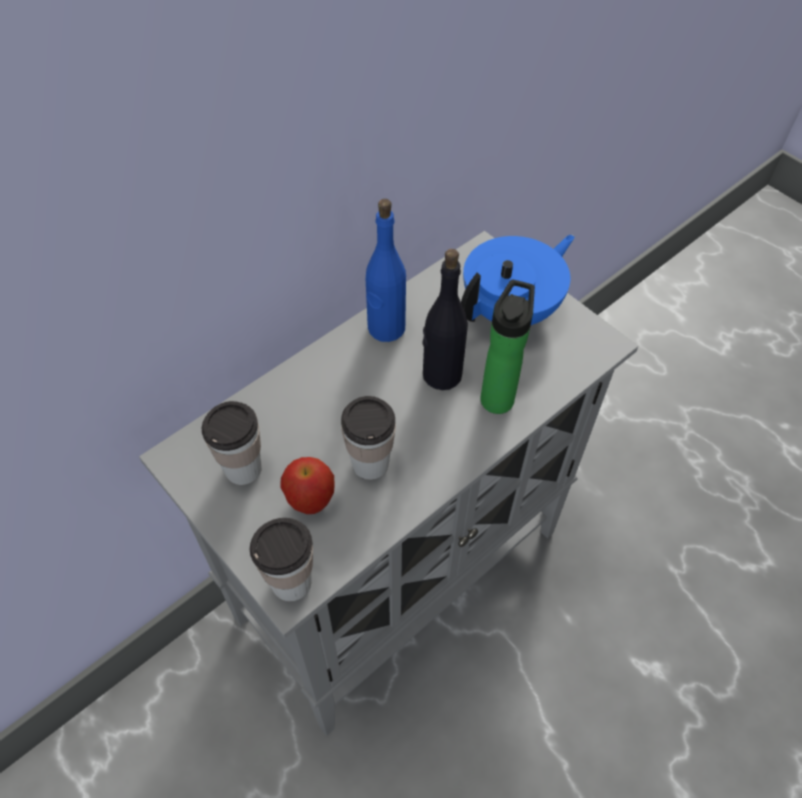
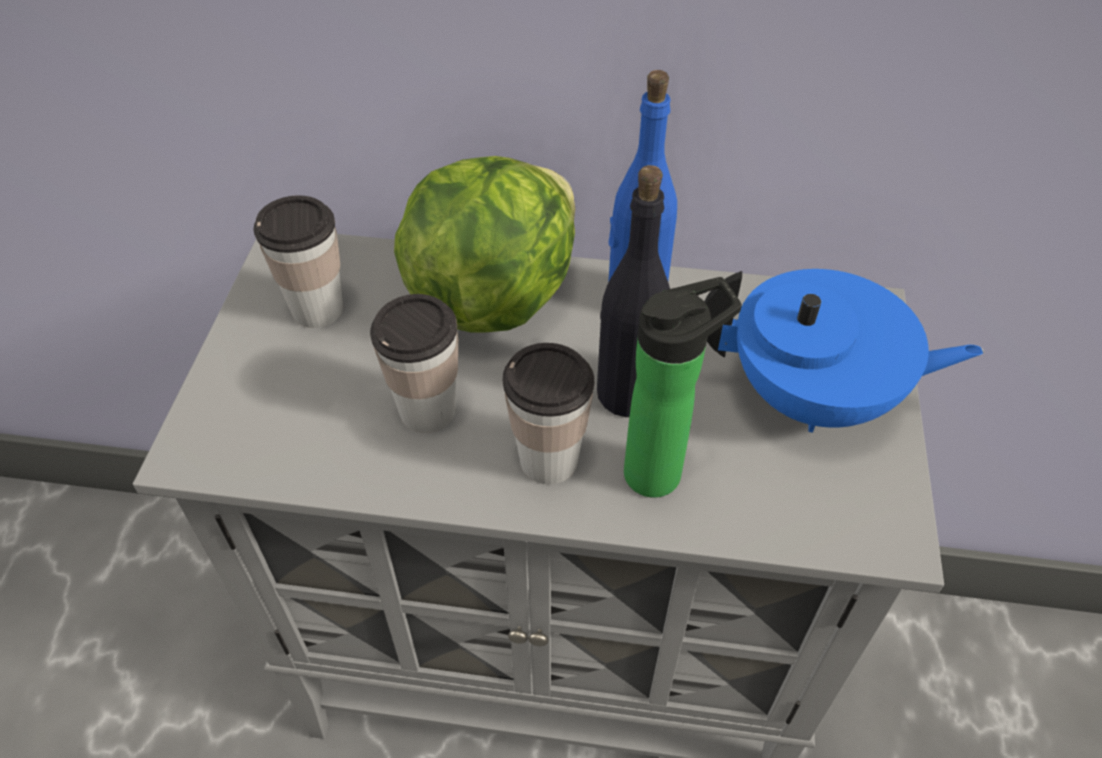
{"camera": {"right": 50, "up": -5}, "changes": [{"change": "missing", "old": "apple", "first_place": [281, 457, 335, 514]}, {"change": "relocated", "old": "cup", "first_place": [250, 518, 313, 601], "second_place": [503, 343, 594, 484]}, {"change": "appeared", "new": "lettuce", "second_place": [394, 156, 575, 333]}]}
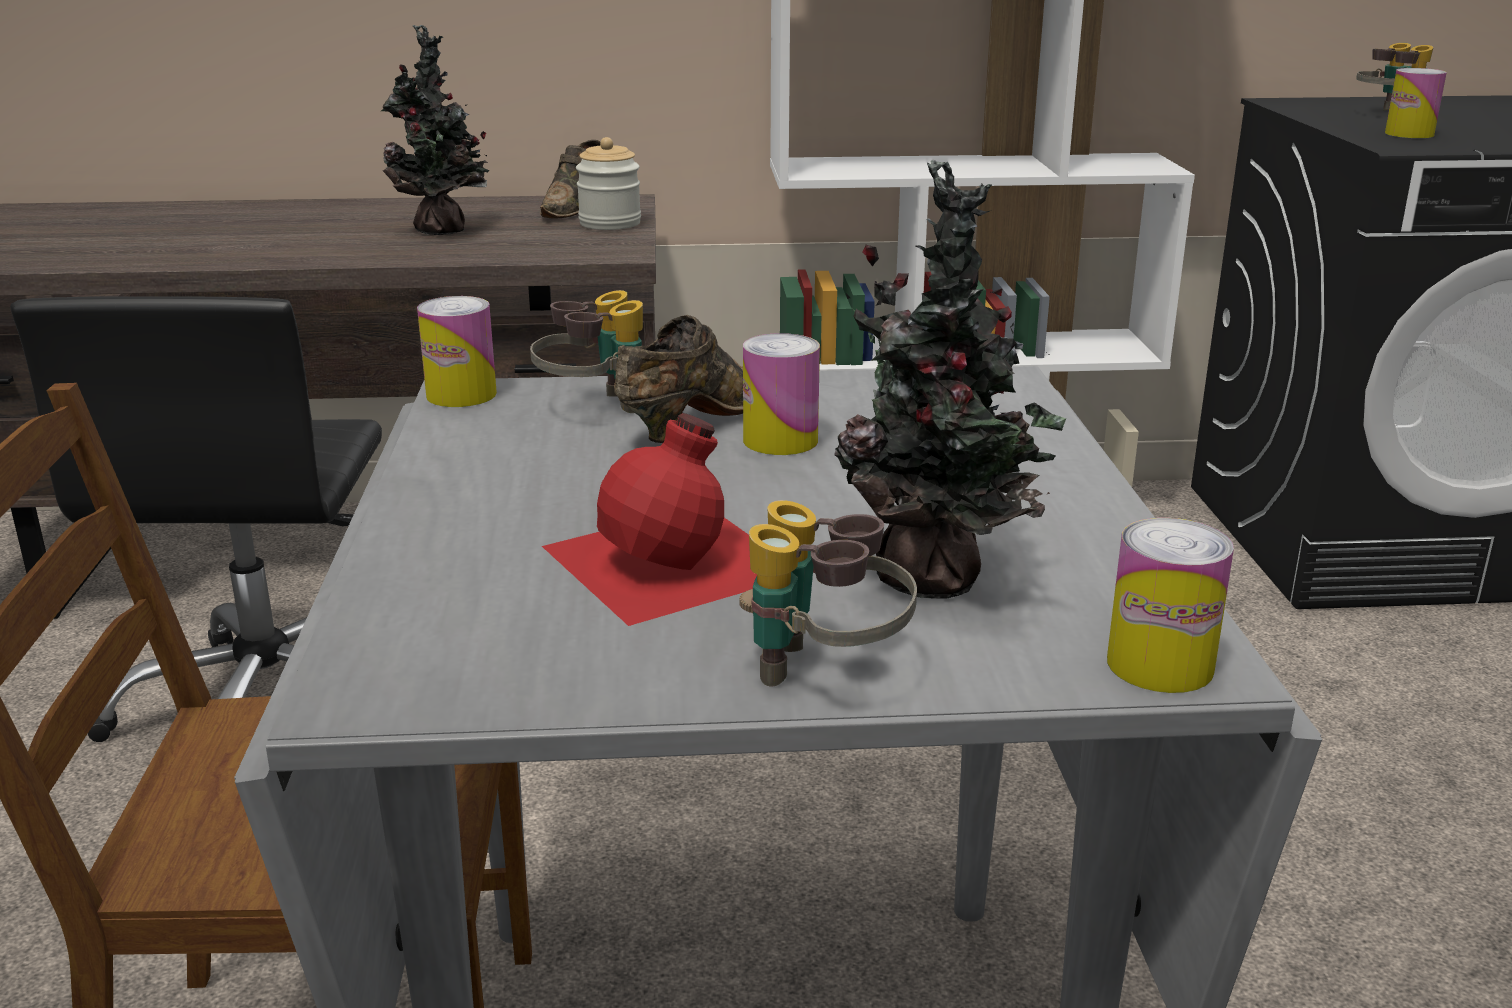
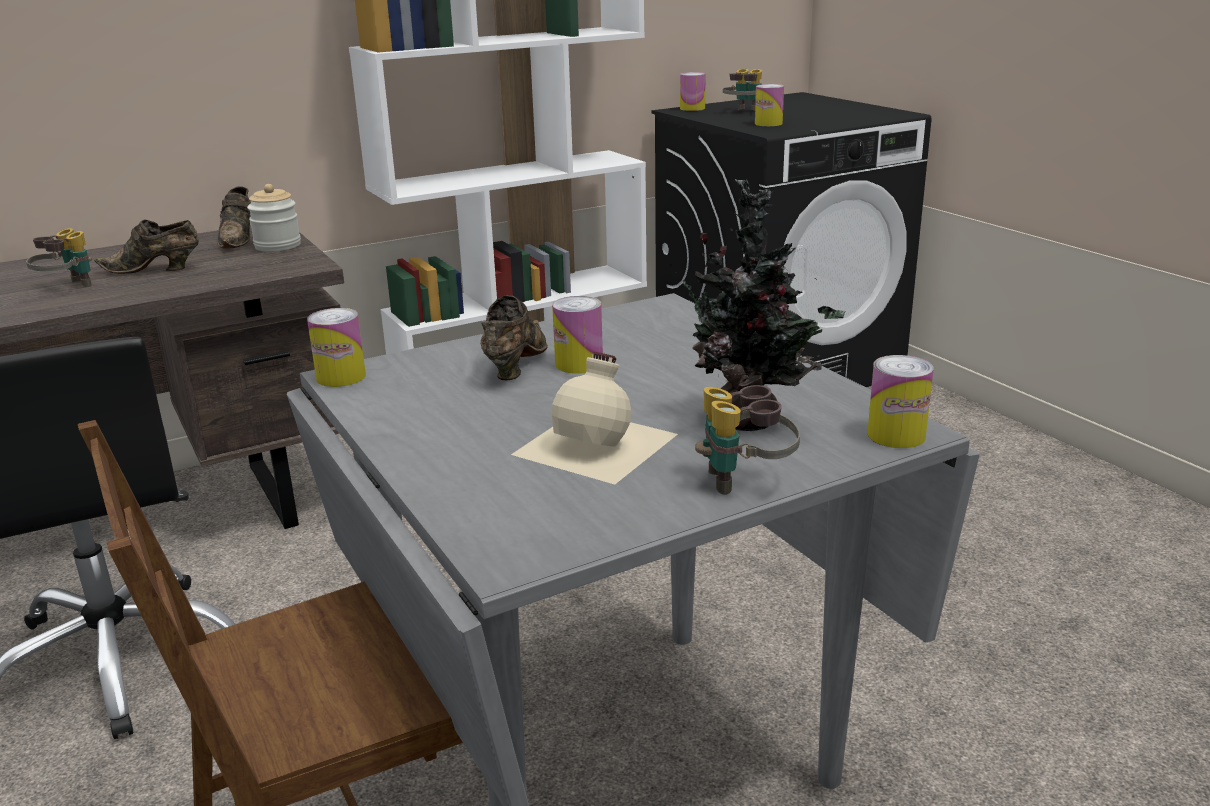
{"camera": {"right": -25, "up": 0}, "changes": [{"change": "exchanged", "old": "potted plant", "new": "brown shoe", "first_place": [381, 25, 490, 235], "second_place": [95, 220, 199, 274]}, {"change": "relocated", "old": "binoculars", "first_place": [530, 290, 643, 413], "second_place": [26, 228, 92, 287]}, {"change": "colour", "old": "red bottle", "new": "beige bottle", "first_place": [542, 413, 757, 626], "second_place": [511, 352, 678, 484]}, {"change": "appeared", "new": "can", "second_place": [680, 72, 706, 111]}]}
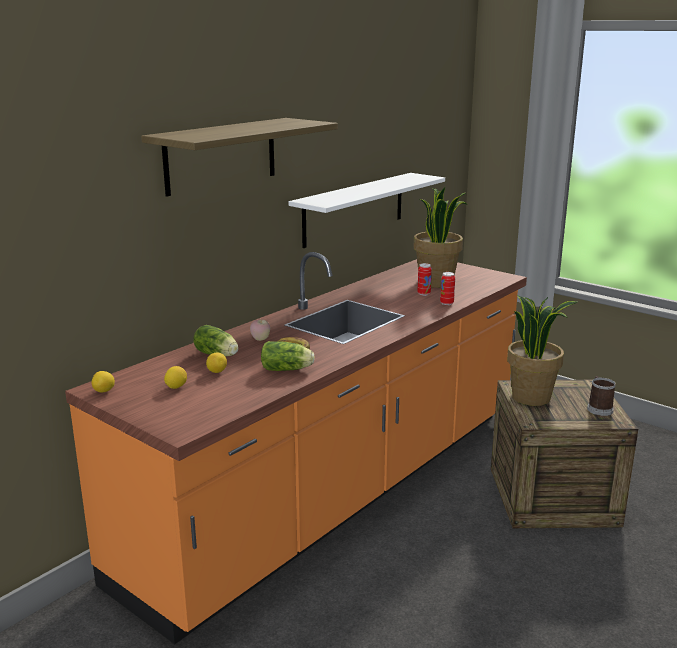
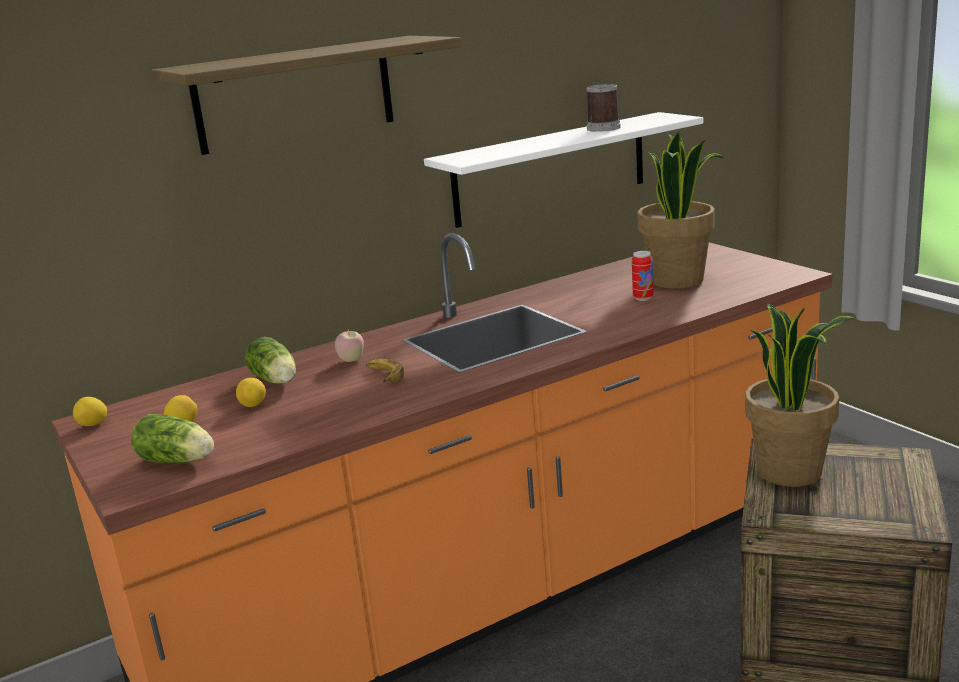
{"camera": {"right": 20, "up": 0}, "changes": [{"change": "missing", "old": "can", "first_place": [440, 272, 455, 305]}, {"change": "relocated", "old": "lettuce", "first_place": [261, 341, 315, 371], "second_place": [131, 414, 214, 463]}, {"change": "relocated", "old": "mug", "first_place": [587, 376, 616, 416], "second_place": [586, 84, 621, 132]}]}
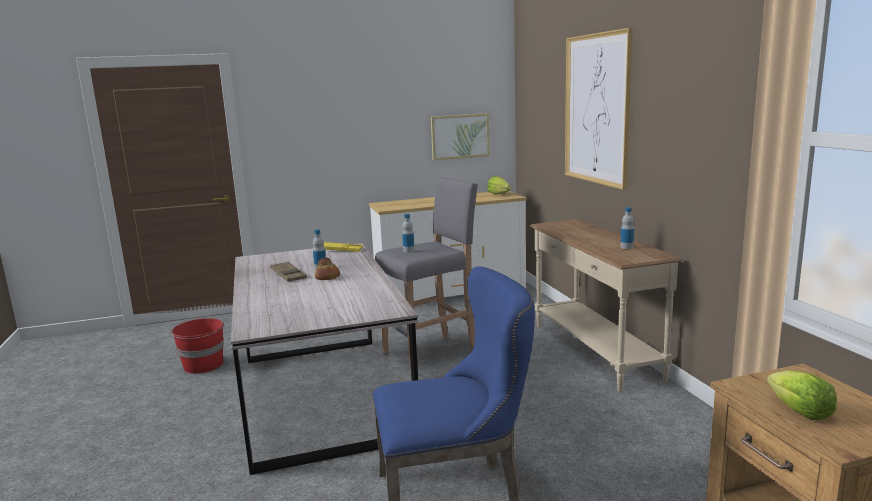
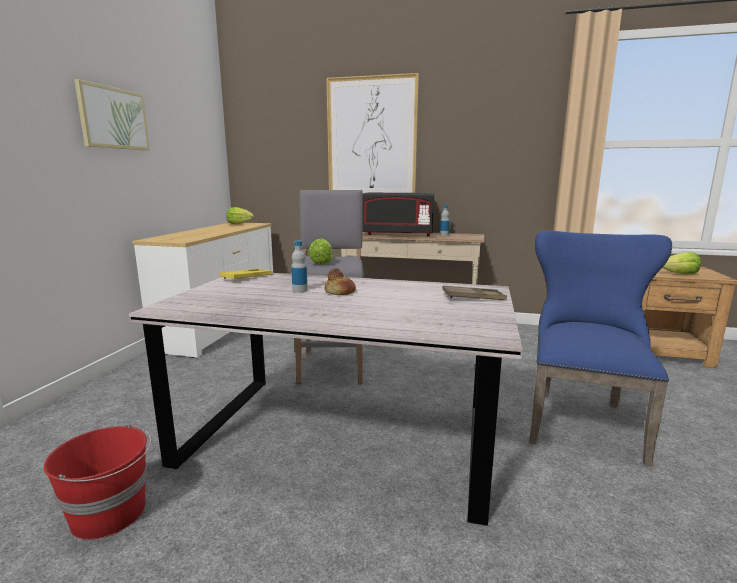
{"camera": {"right": -60, "up": 0}, "changes": [{"change": "relocated", "old": "picture", "first_place": [431, 113, 490, 161], "second_place": [74, 79, 150, 151]}, {"change": "exchanged", "old": "bottle", "new": "lettuce", "first_place": [402, 214, 415, 253], "second_place": [308, 238, 333, 265]}, {"change": "relocated", "old": "brown tray", "first_place": [270, 262, 307, 282], "second_place": [442, 285, 507, 300]}, {"change": "appeared", "new": "black microwave", "second_place": [363, 193, 434, 236]}]}
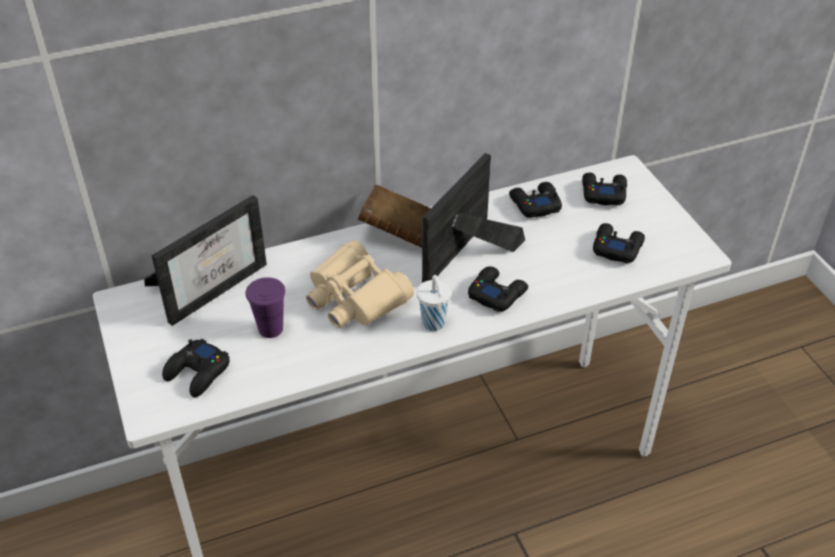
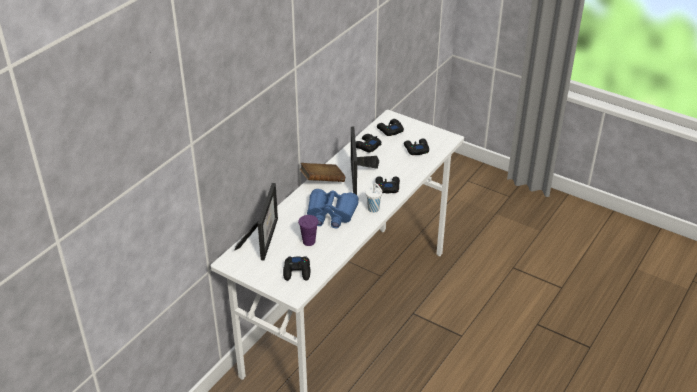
{"camera": {"right": -35, "up": -5}, "changes": [{"change": "colour", "old": "beige binoculars", "new": "blue binoculars", "first_place": [306, 240, 414, 328], "second_place": [307, 189, 359, 228]}]}
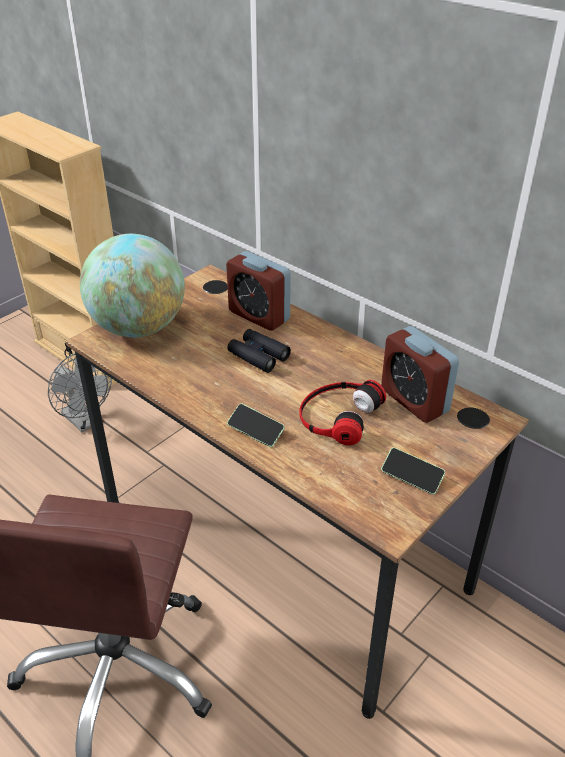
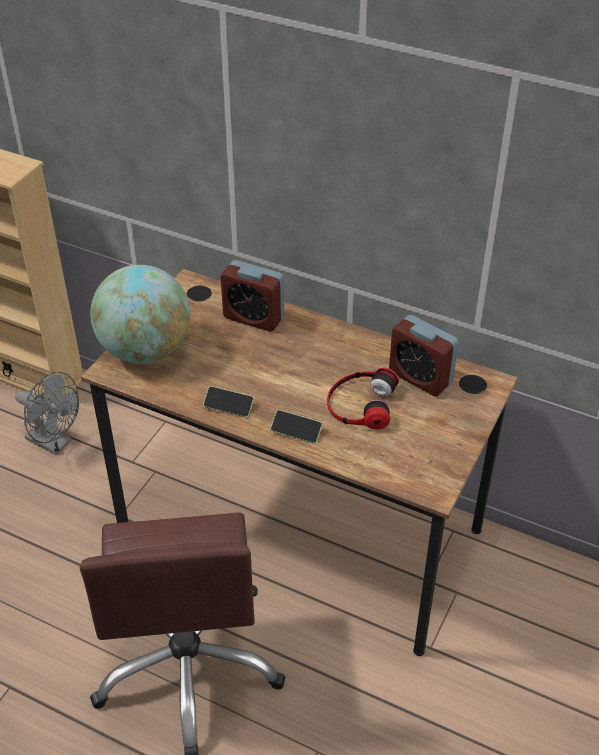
{"camera": {"right": -15, "up": 5}, "changes": [{"change": "missing", "old": "black binoculars", "first_place": [227, 329, 291, 373]}, {"change": "relocated", "old": "phone", "first_place": [381, 448, 445, 495], "second_place": [203, 386, 254, 418]}]}
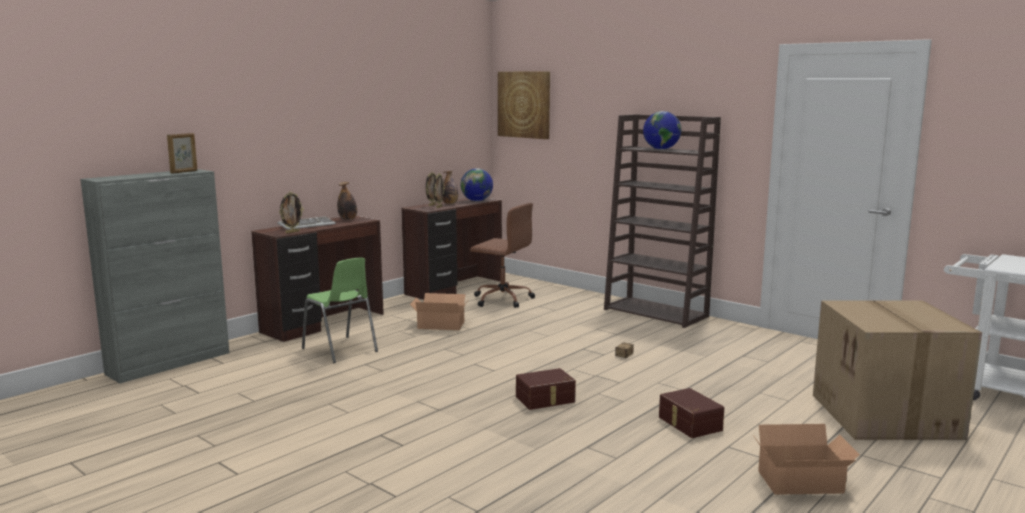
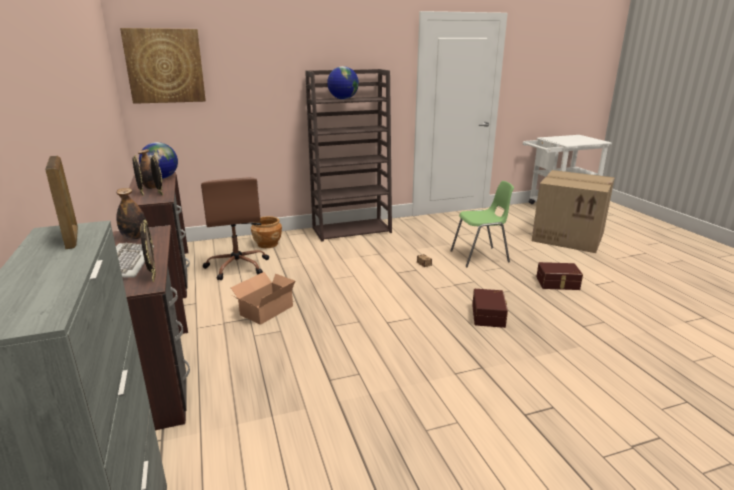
{"camera": {"right": -60, "up": 10}, "changes": [{"change": "spun", "old": "brown office chair", "first_place": [470, 203, 535, 308], "second_place": [201, 177, 269, 280], "degrees": 105}, {"change": "relocated", "old": "green chair", "first_place": [302, 258, 378, 363], "second_place": [450, 181, 514, 267]}, {"change": "missing", "old": "cardboard box", "first_place": [753, 424, 860, 495]}, {"change": "appeared", "new": "brown planter", "second_place": [251, 216, 282, 248]}]}
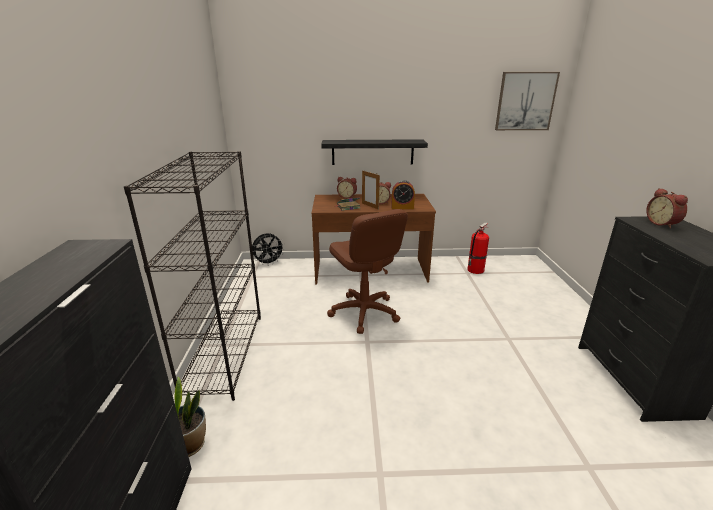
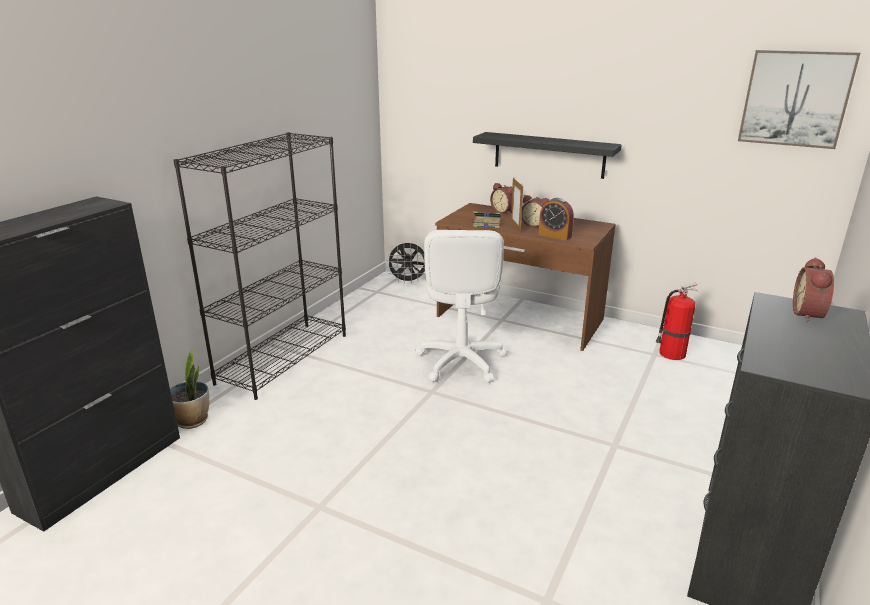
{"camera": {"right": 30, "up": 0}, "changes": [{"change": "colour", "old": "brown office chair", "new": "white office chair", "first_place": [327, 209, 408, 334], "second_place": [415, 230, 508, 383]}]}
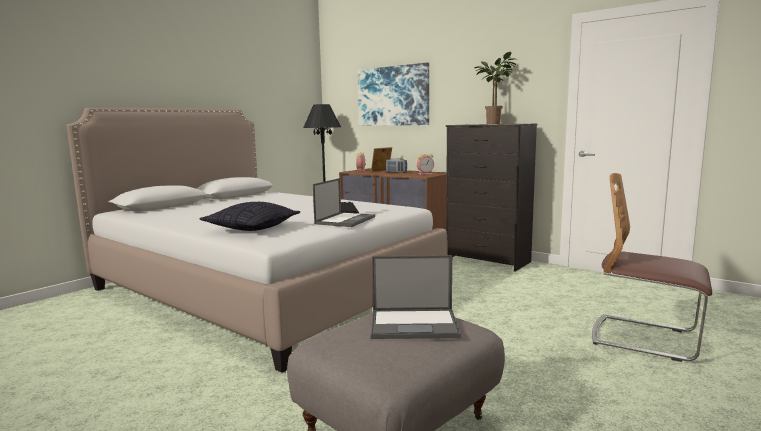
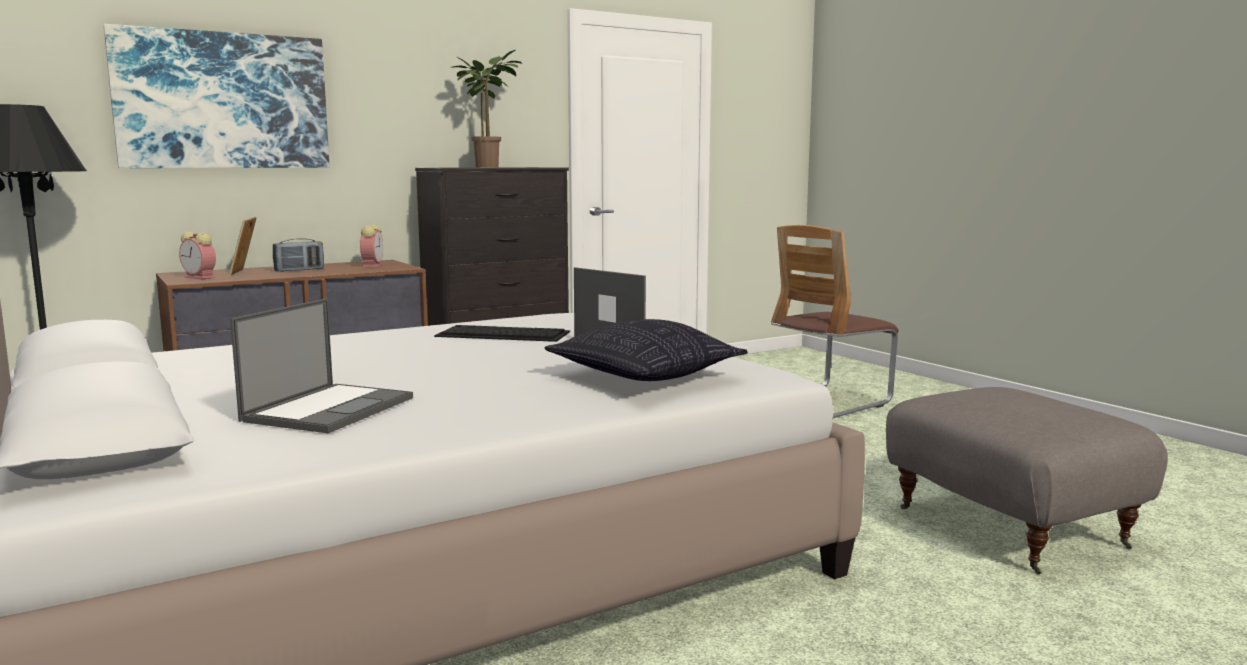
{"camera": {"right": -70, "up": 0}, "changes": [{"change": "relocated", "old": "laptop", "first_place": [371, 255, 461, 339], "second_place": [230, 299, 413, 433]}]}
